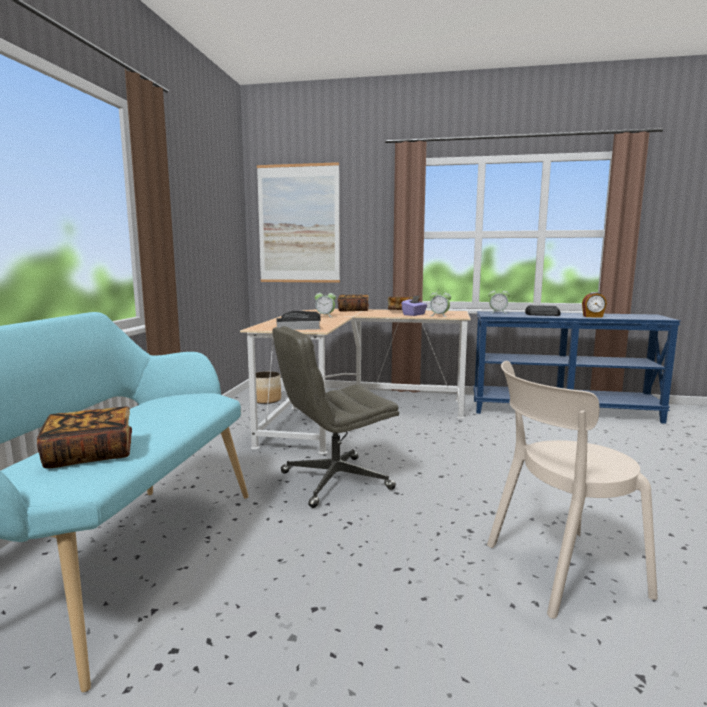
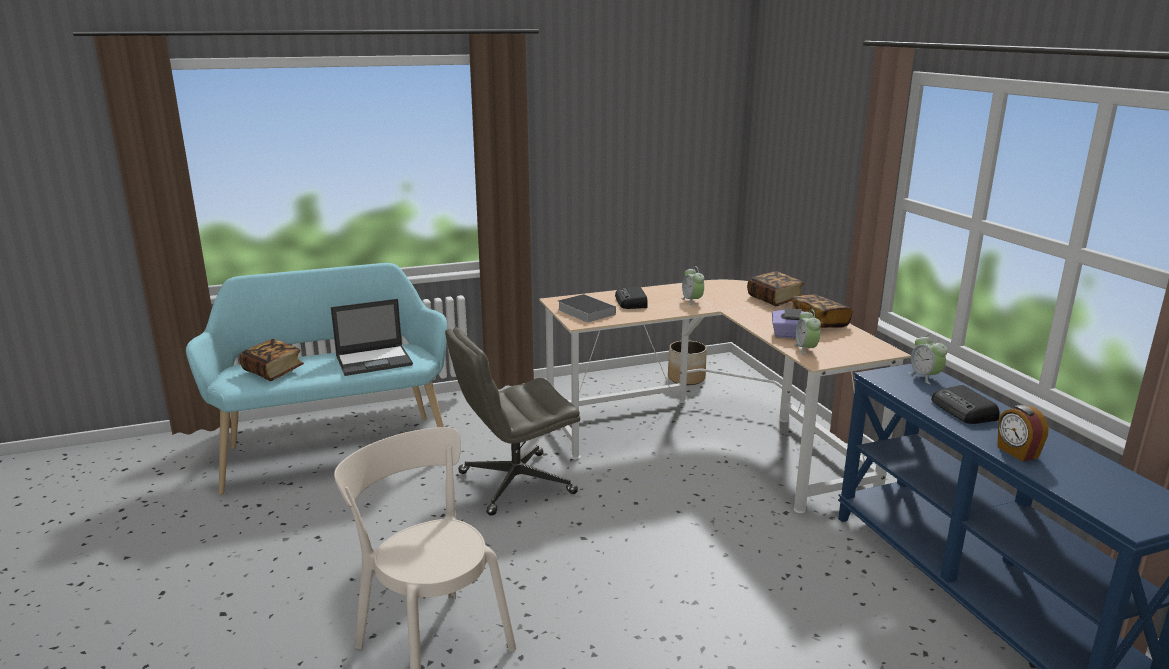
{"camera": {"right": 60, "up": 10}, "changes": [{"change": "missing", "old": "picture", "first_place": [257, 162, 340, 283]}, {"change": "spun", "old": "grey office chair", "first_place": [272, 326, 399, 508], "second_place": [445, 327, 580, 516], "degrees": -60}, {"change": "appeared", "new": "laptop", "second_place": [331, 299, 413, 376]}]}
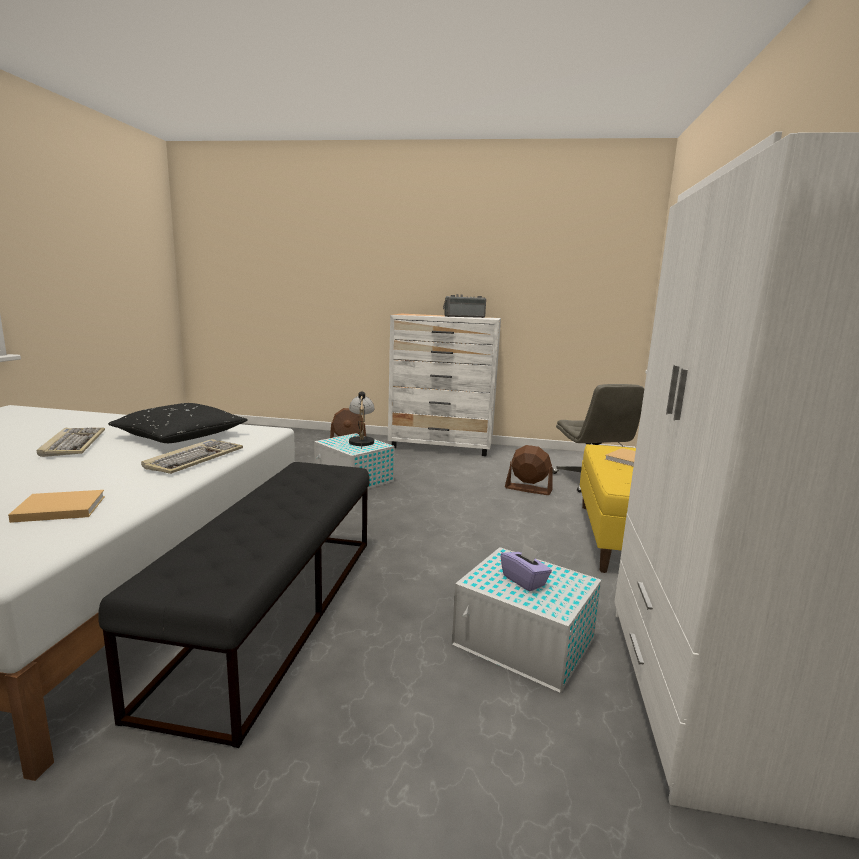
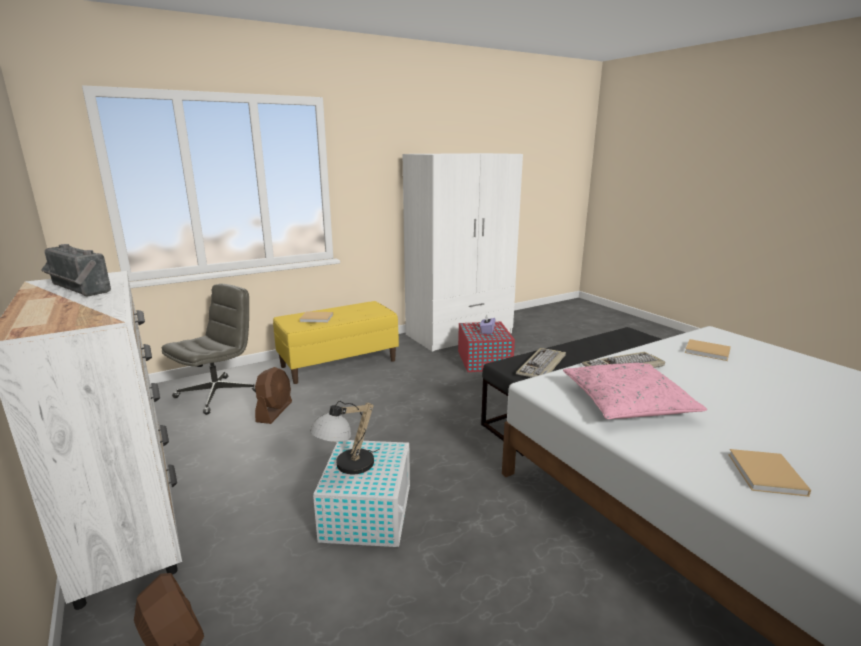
{"camera": {"right": -130, "up": 5}, "changes": [{"change": "colour", "old": "black pillow", "new": "pink pillow", "first_place": [108, 403, 248, 443], "second_place": [563, 363, 707, 419]}, {"change": "relocated", "old": "keyboard", "first_place": [37, 428, 105, 457], "second_place": [516, 348, 566, 378]}, {"change": "spun", "old": "brown fan", "first_place": [505, 445, 553, 495], "second_place": [255, 367, 292, 424], "degrees": -150}, {"change": "colour", "old": "white storage box", "new": "red storage box", "first_place": [452, 547, 602, 693], "second_place": [458, 322, 515, 372]}, {"change": "appeared", "new": "beige book", "second_place": [729, 449, 811, 497]}]}
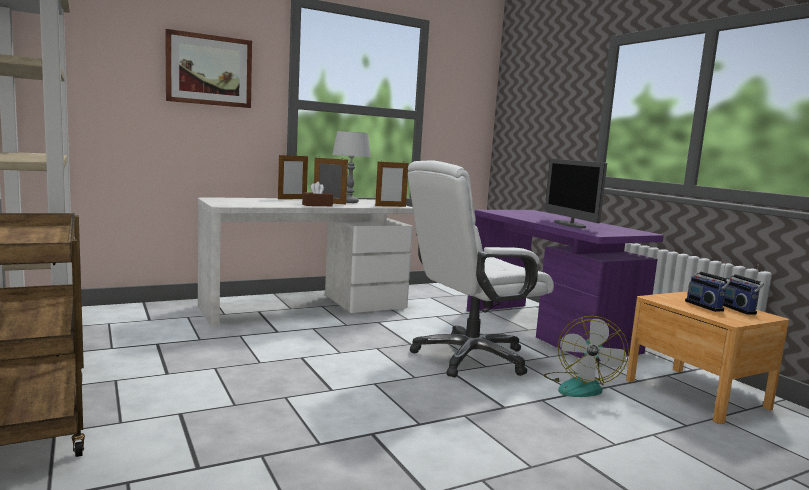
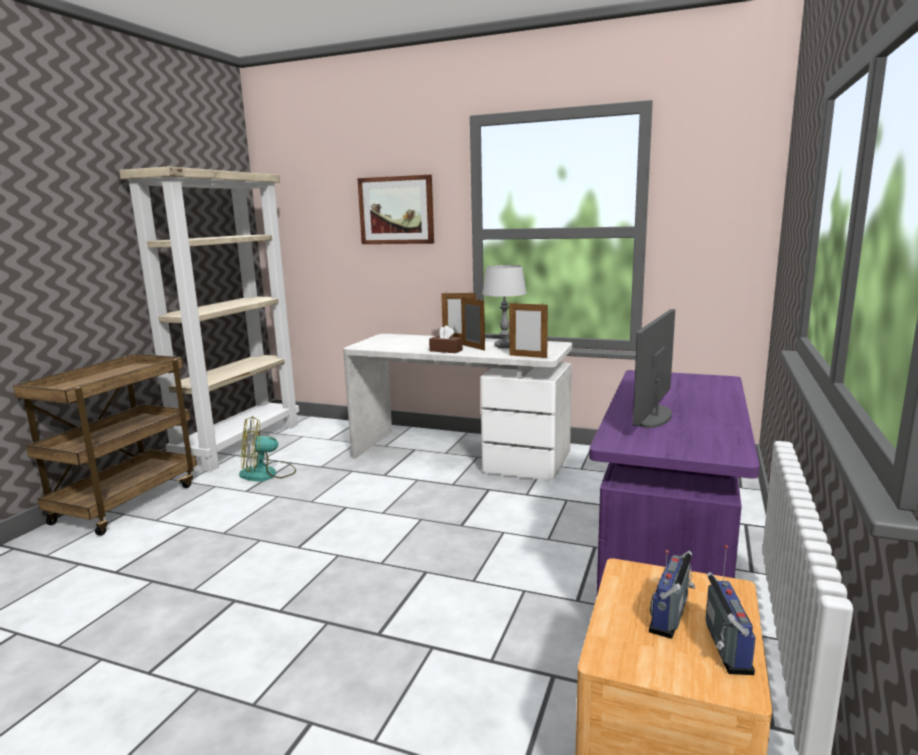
{"camera": {"right": 50, "up": 5}, "changes": [{"change": "missing", "old": "white office chair", "first_place": [408, 161, 554, 377]}, {"change": "spun", "old": "radio", "first_place": [723, 265, 764, 314], "second_place": [705, 545, 756, 675], "degrees": 150}, {"change": "relocated", "old": "fan", "first_place": [544, 316, 629, 397], "second_place": [239, 416, 296, 482]}]}
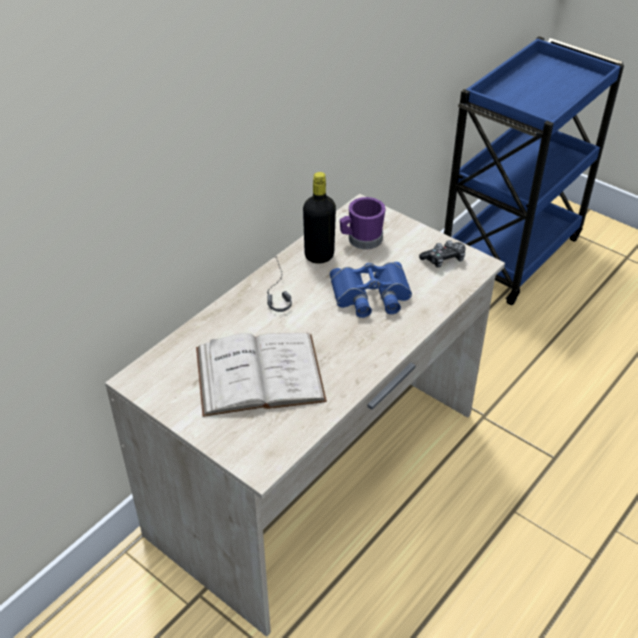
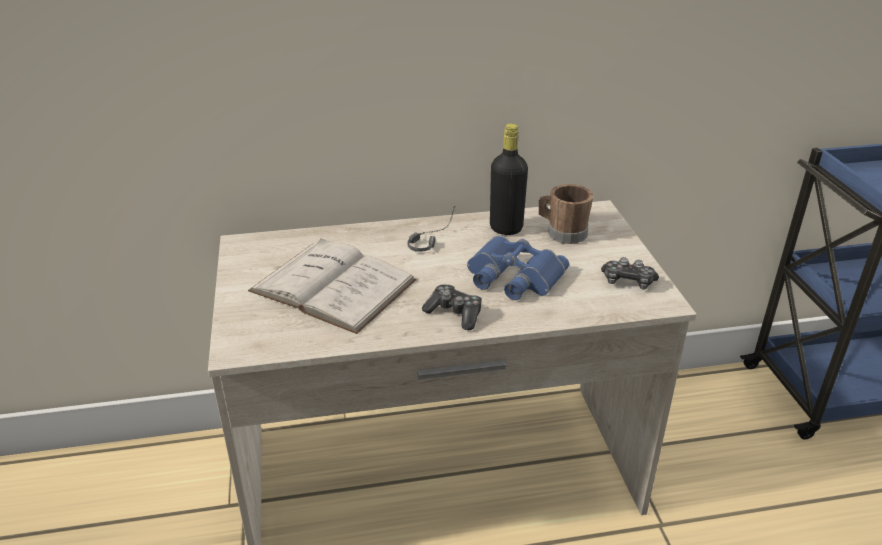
{"camera": {"right": 40, "up": -10}, "changes": [{"change": "colour", "old": "purple mug", "new": "brown mug", "first_place": [340, 197, 386, 250], "second_place": [539, 184, 593, 244]}, {"change": "appeared", "new": "game controller", "second_place": [422, 284, 481, 330]}]}
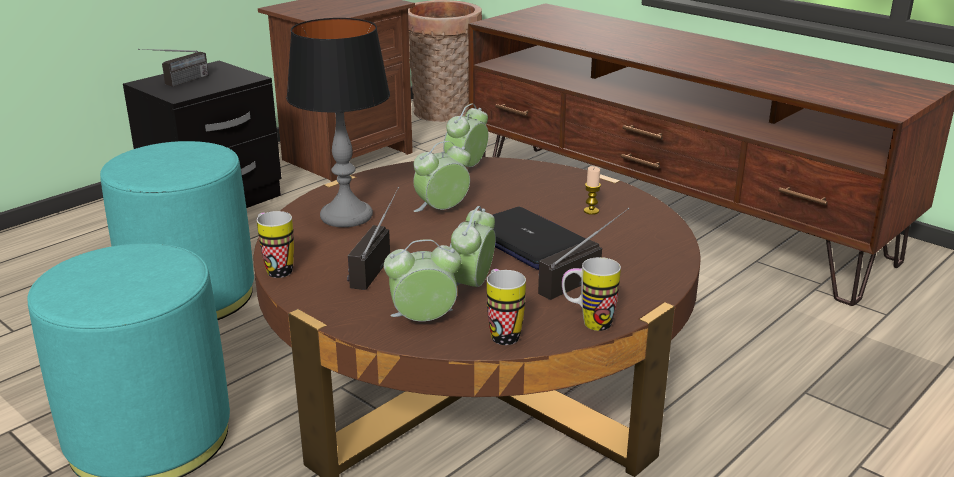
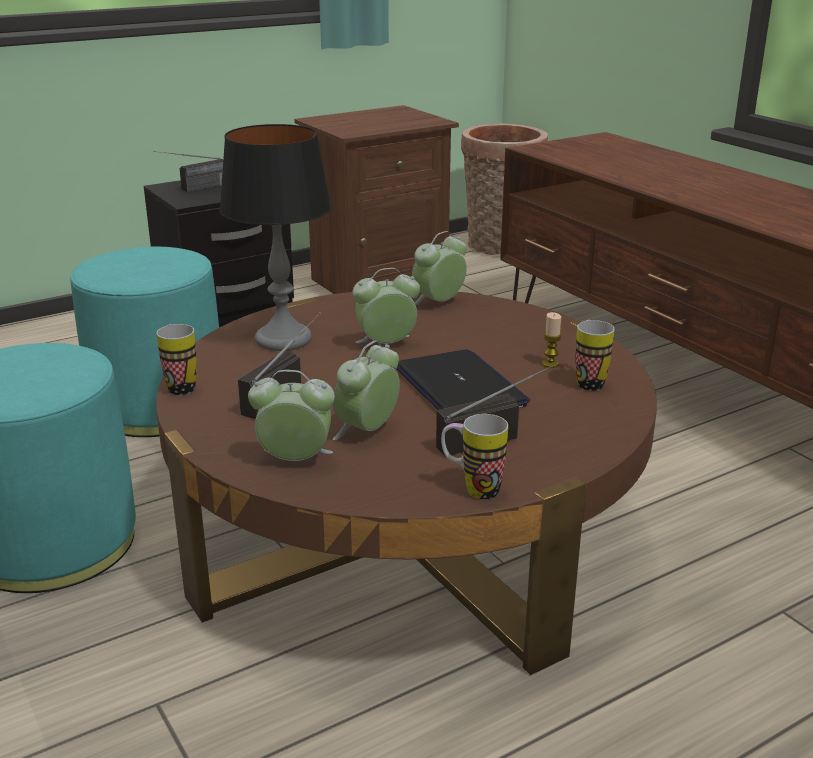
{"camera": {"right": 15, "up": 0}, "changes": [{"change": "relocated", "old": "mug", "first_place": [487, 269, 526, 345], "second_place": [576, 320, 614, 391]}]}
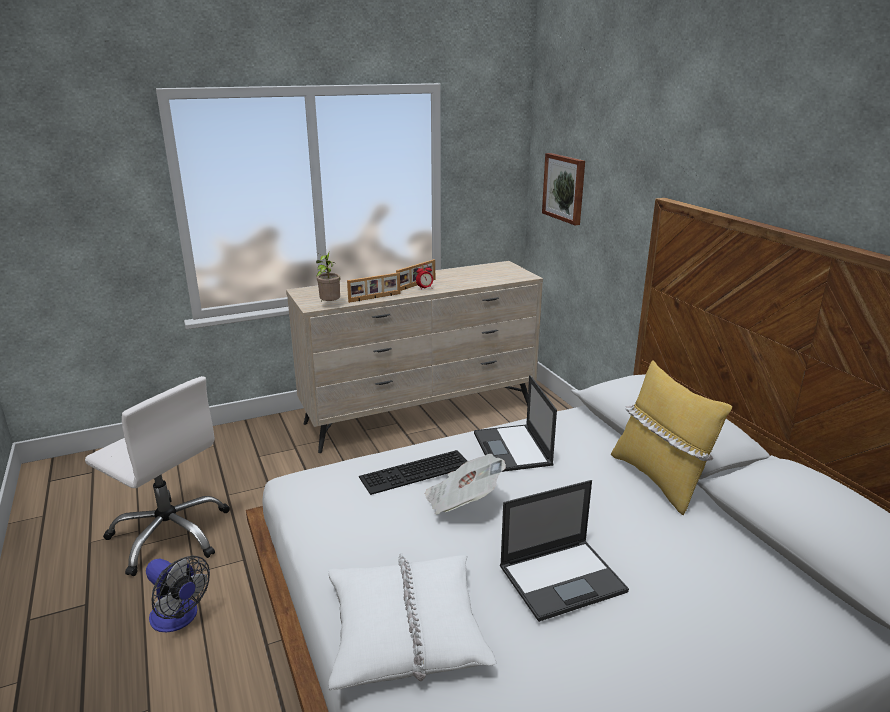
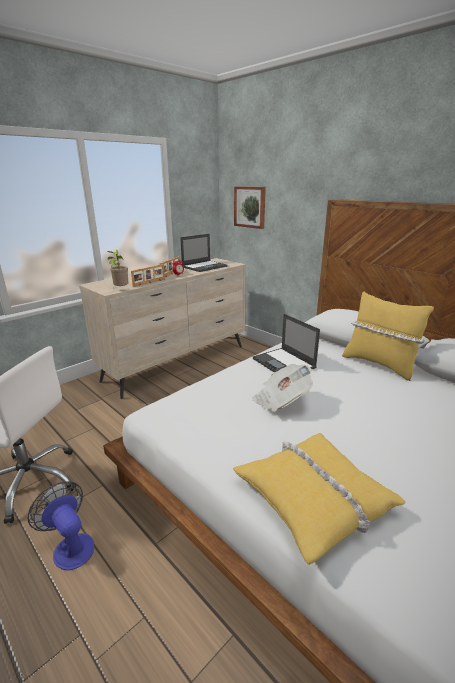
{"camera": {"right": -20, "up": 0}, "changes": [{"change": "missing", "old": "keyboard", "first_place": [359, 450, 467, 495]}, {"change": "relocated", "old": "laptop", "first_place": [500, 480, 629, 622], "second_place": [180, 234, 228, 272]}, {"change": "colour", "old": "white pillow", "new": "yellow pillow", "first_place": [328, 553, 496, 690], "second_place": [233, 433, 406, 565]}, {"change": "spun", "old": "fan", "first_place": [146, 555, 210, 632], "second_place": [28, 481, 94, 570], "degrees": -150}]}
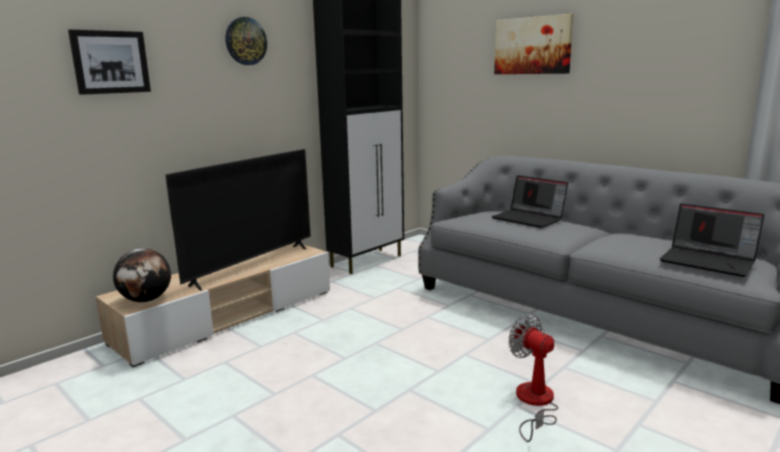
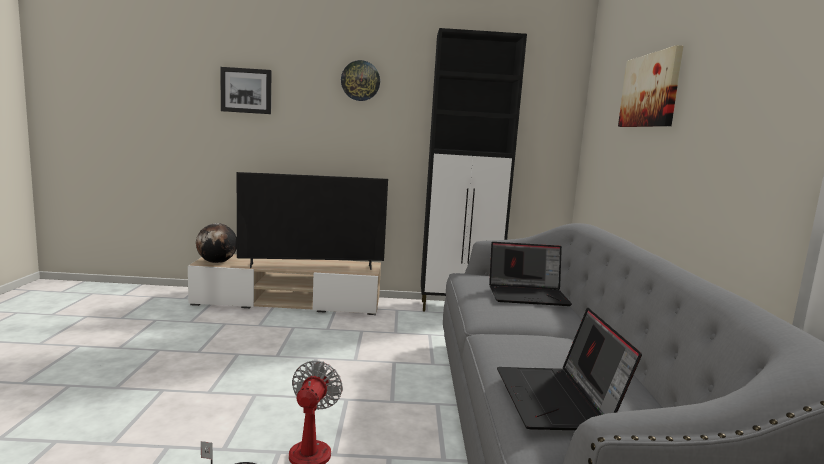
{"camera": {"right": 45, "up": -5}, "changes": [{"change": "spun", "old": "laptop", "first_place": [491, 175, 568, 228], "second_place": [489, 242, 572, 306], "degrees": -90}]}
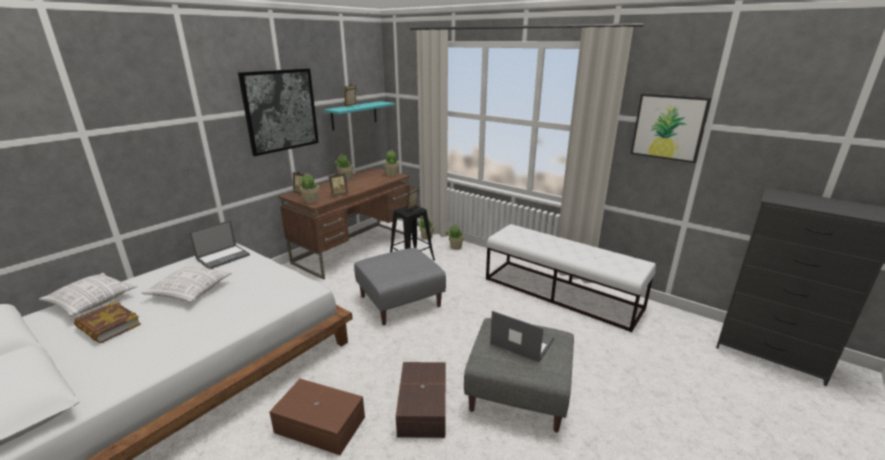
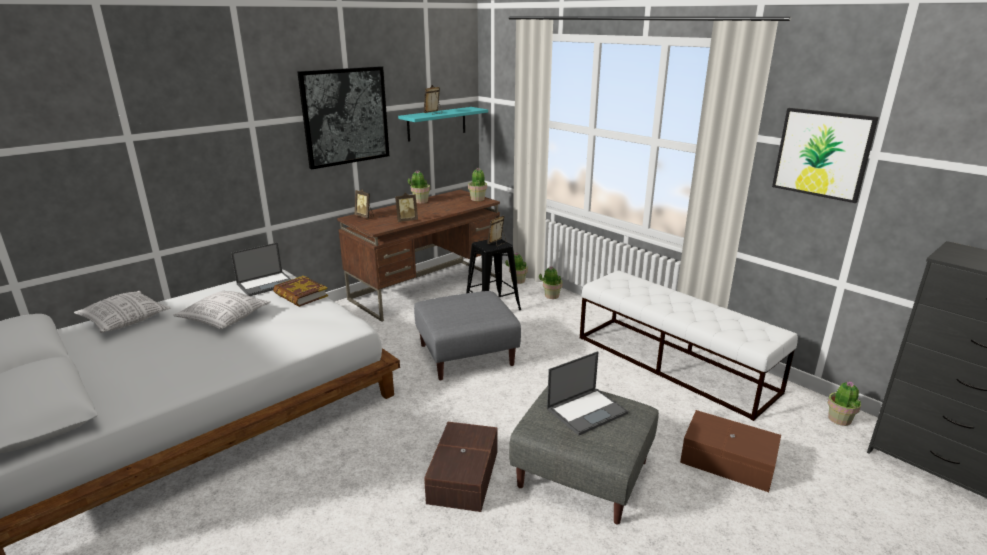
{"camera": {"right": 10, "up": 0}, "changes": [{"change": "relocated", "old": "potted plant", "first_place": [300, 173, 320, 203], "second_place": [828, 381, 861, 426]}, {"change": "relocated", "old": "book", "first_place": [74, 301, 141, 344], "second_place": [273, 276, 328, 307]}, {"change": "spun", "old": "laptop", "first_place": [490, 311, 554, 362], "second_place": [547, 351, 628, 436], "degrees": 105}, {"change": "relocated", "old": "brown storage box", "first_place": [269, 379, 365, 455], "second_place": [680, 410, 781, 492]}]}
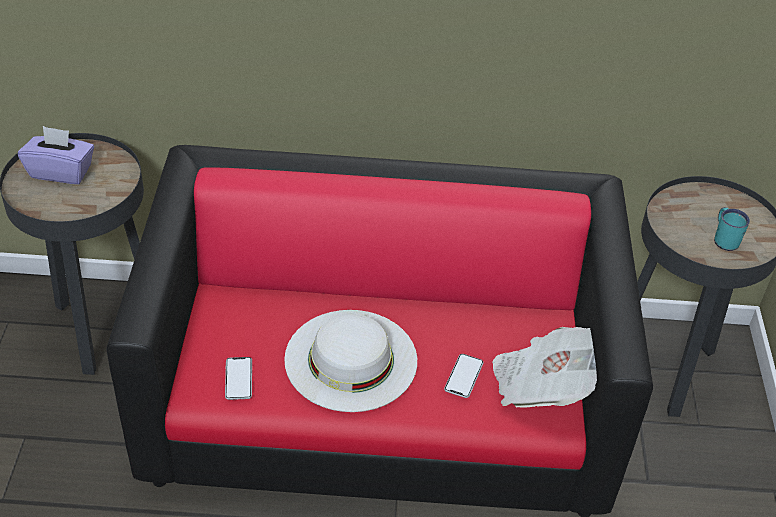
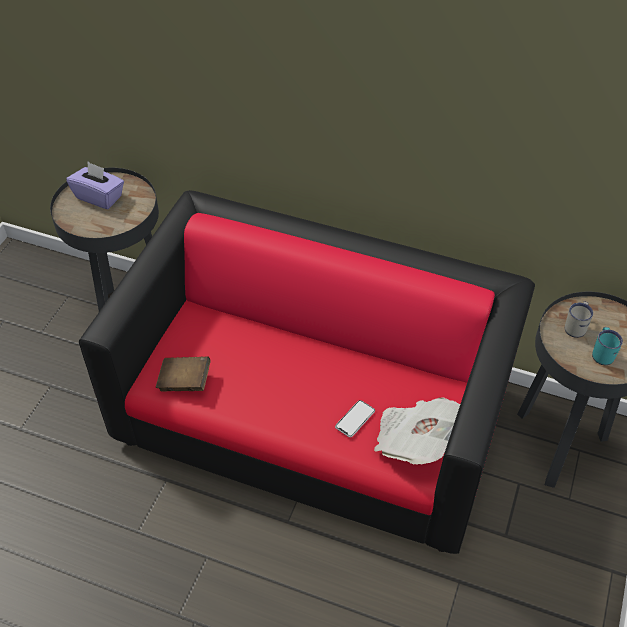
{"camera": {"right": 20, "up": 5}, "changes": [{"change": "missing", "old": "white hat", "first_place": [284, 310, 417, 412]}, {"change": "exchanged", "old": "phone", "new": "brown book", "first_place": [225, 357, 252, 400], "second_place": [156, 356, 211, 392]}, {"change": "appeared", "new": "white mug", "second_place": [565, 301, 593, 338]}]}
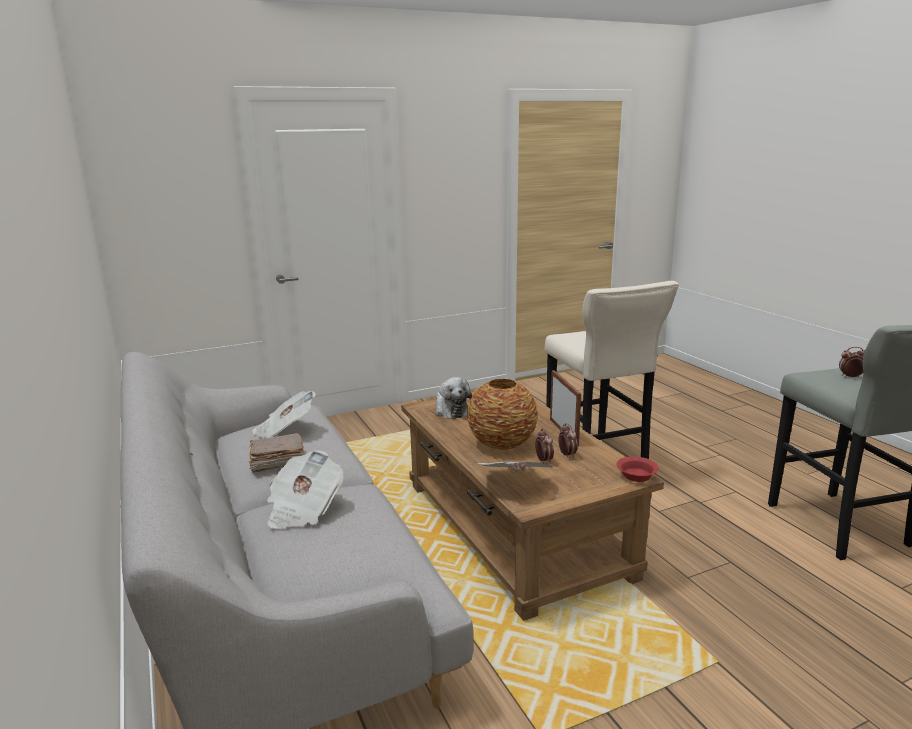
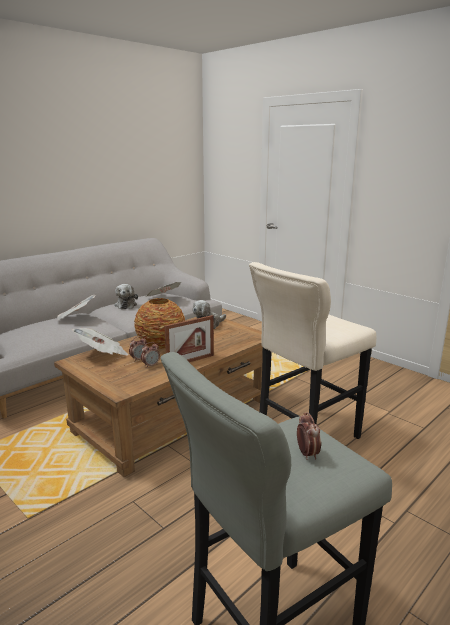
{"camera": {"right": 70, "up": 0}, "changes": [{"change": "exchanged", "old": "brown book", "new": "plush toy", "first_place": [249, 433, 304, 473], "second_place": [115, 284, 138, 309]}, {"change": "missing", "old": "red bowl", "first_place": [616, 456, 659, 482]}]}
